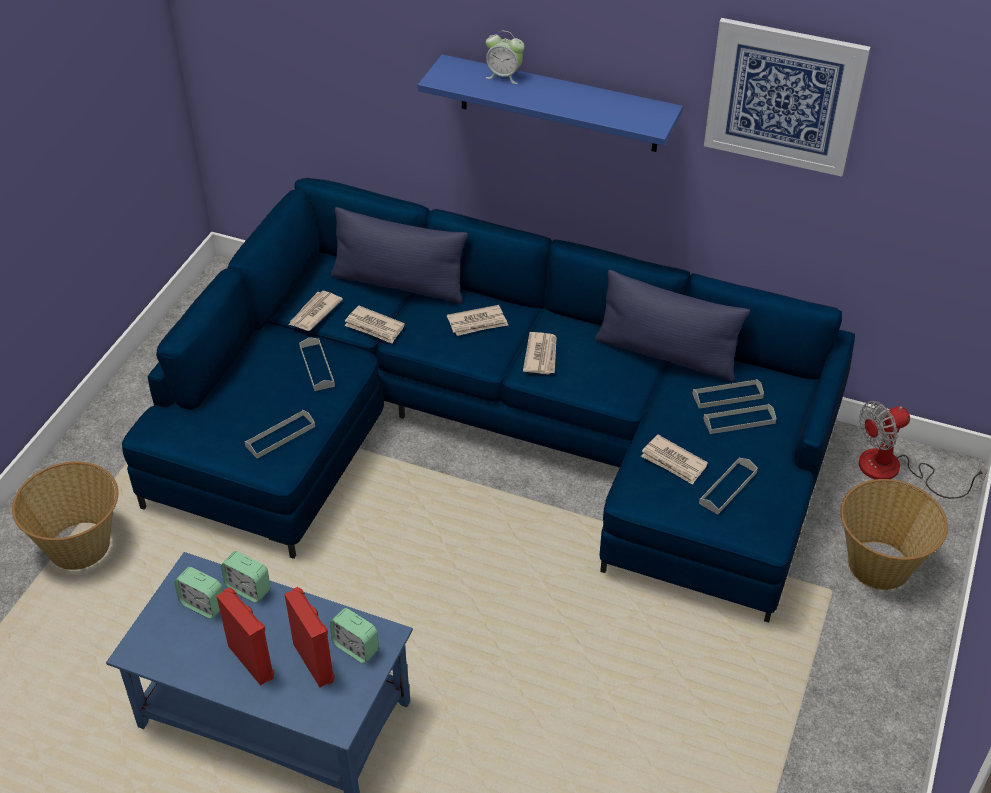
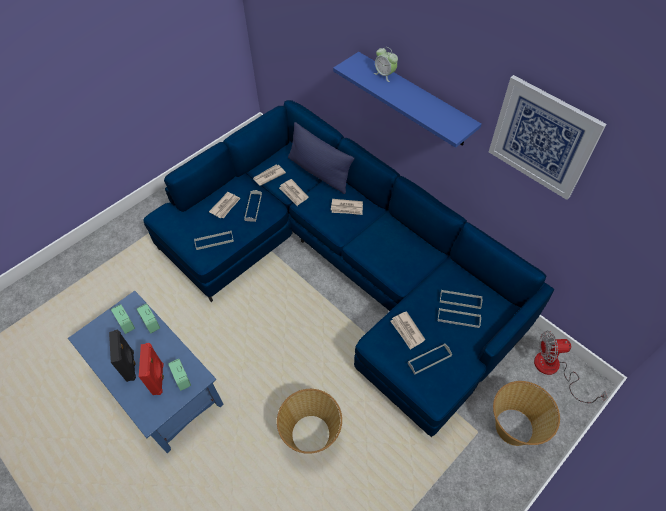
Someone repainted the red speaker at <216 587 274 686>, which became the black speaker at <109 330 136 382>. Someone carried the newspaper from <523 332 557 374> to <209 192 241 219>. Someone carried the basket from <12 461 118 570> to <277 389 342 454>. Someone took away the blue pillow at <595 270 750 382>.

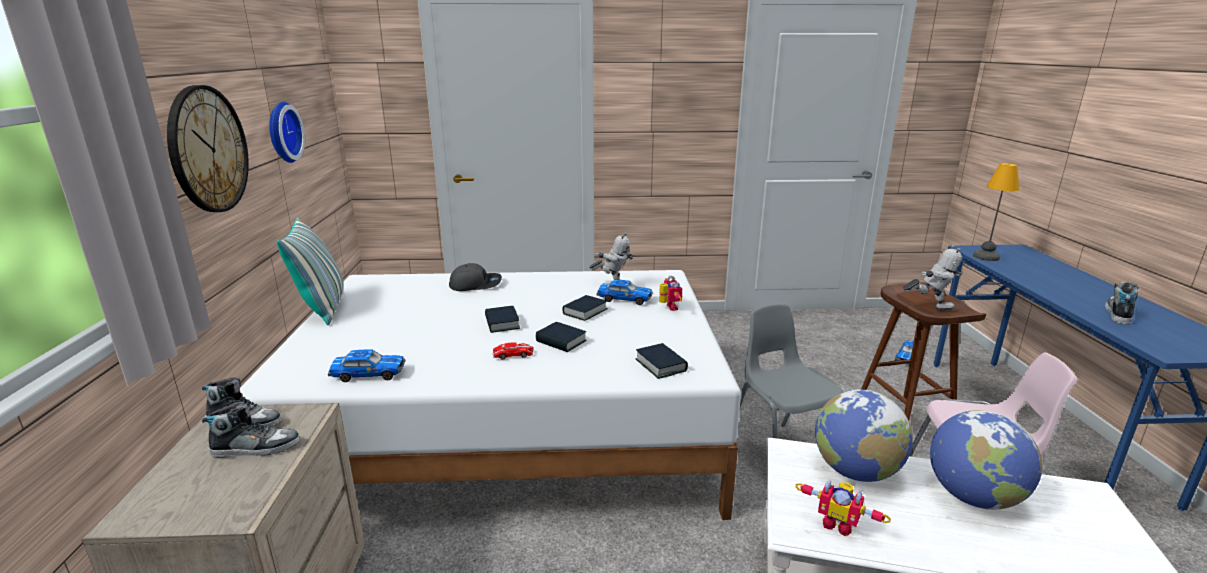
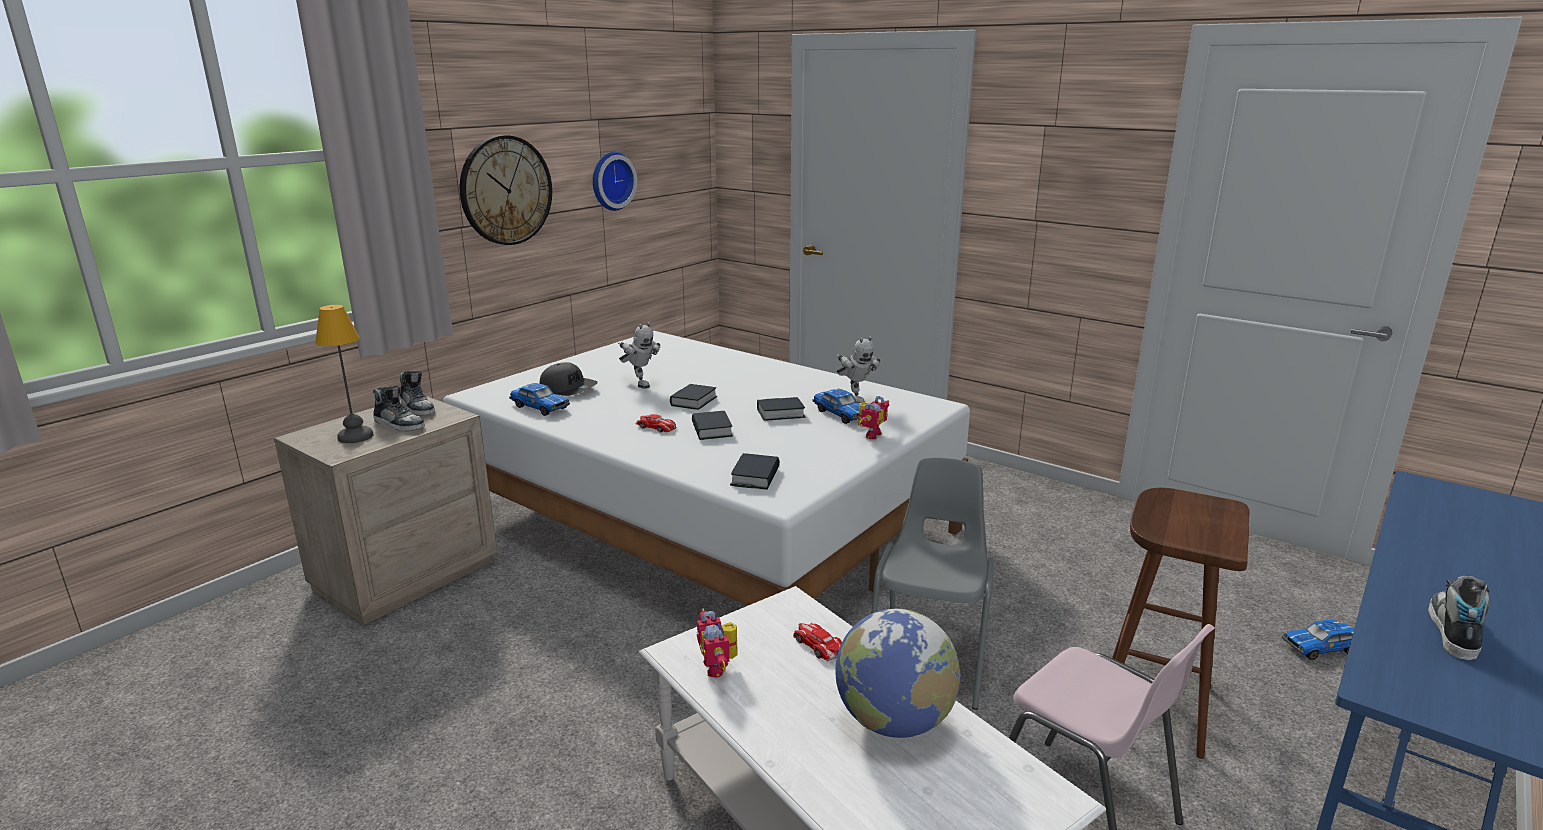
Someone carried the table lamp from <973 163 1019 261> to <315 305 374 443>. Someone carried the grey cap from <449 263 502 291> to <539 362 598 396>. Someone carried the toy robot from <903 245 962 311> to <618 322 660 389>. Someone swapped the globe at <815 389 913 482> for the toy car at <793 623 842 661>. Someone rotated the shoe at <1105 282 1138 324> by 45 degrees counterclockwise. Someone took away the pillow at <277 217 343 325>.

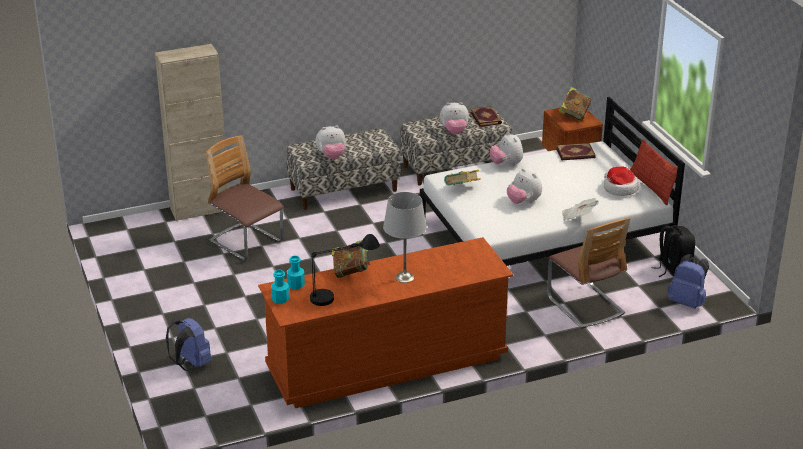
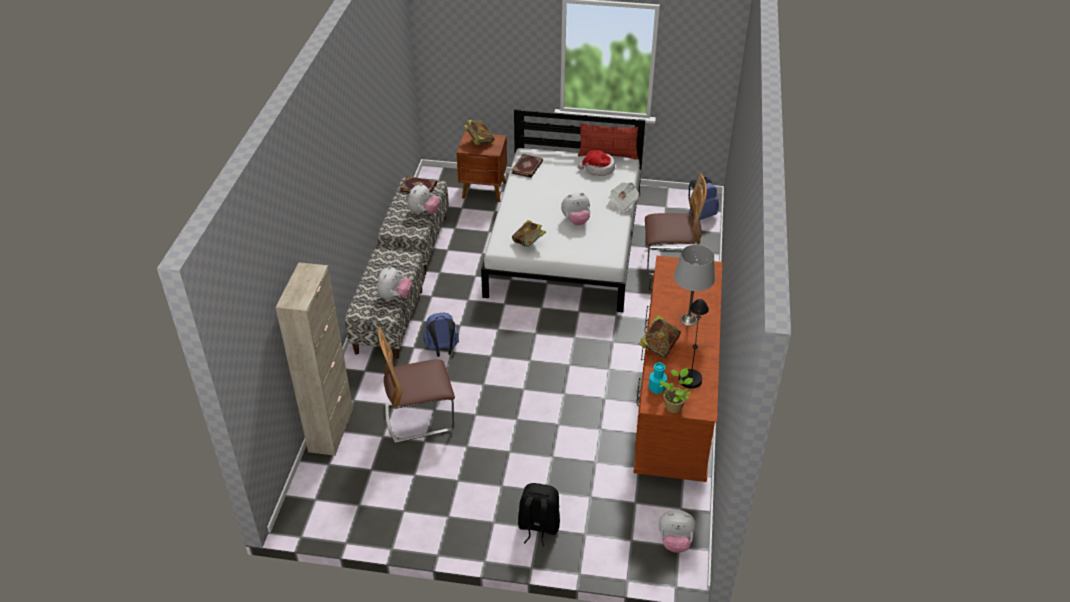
Someone carried the blue backpack from <166 318 212 371> to <423 312 459 357>. Someone carried the black backpack from <651 225 695 277> to <518 483 560 547>. Someone swapped the turquoise bottle at <271 270 289 304> for the potted plant at <659 368 693 413>. Someone carried the plush toy from <490 132 523 166> to <659 510 696 553>.

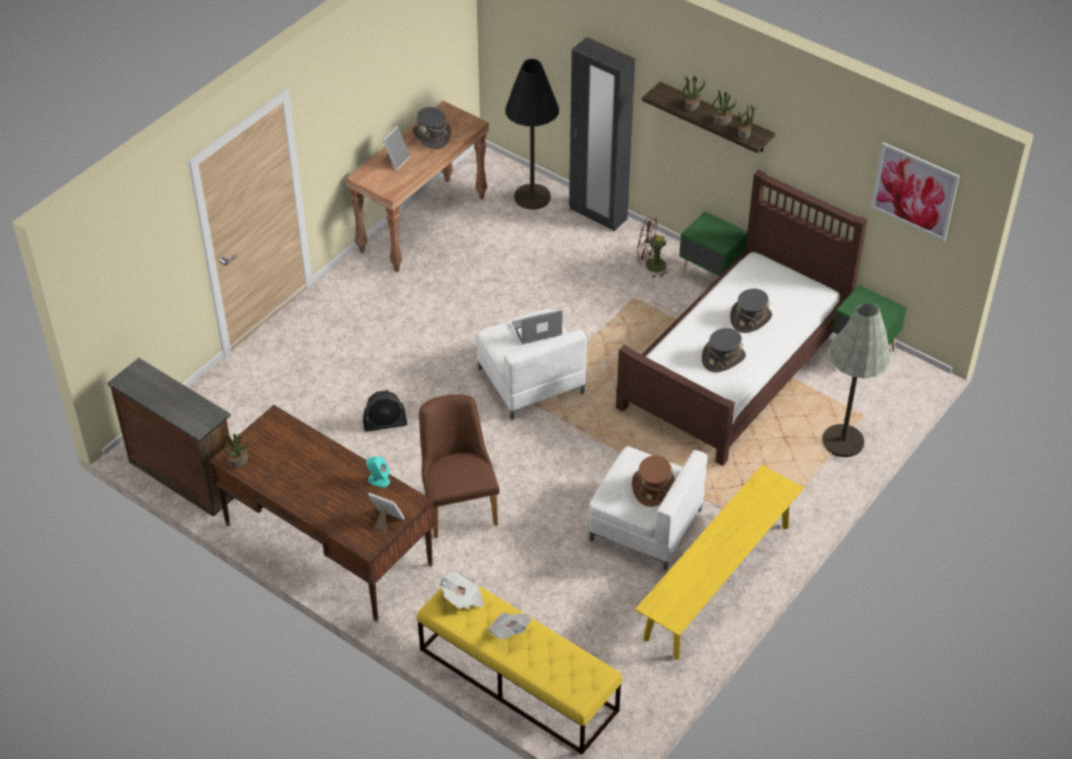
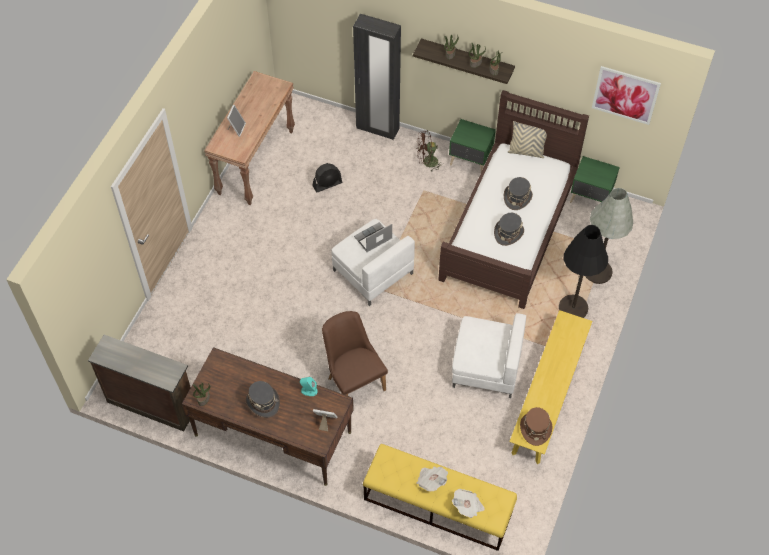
Someone carried the grey hat from <412 107 451 149> to <246 381 280 418>. Someone carried the black fan from <363 390 407 431> to <313 163 342 192>. Someone carried the newspaper from <439 571 484 609> to <452 489 485 518>. Someone put down the beige pillow at <507 121 547 158>. Someone carried the brown hat from <632 456 675 507> to <520 407 553 446>. Someone carried the black floor lamp from <505 59 559 210> to <559 225 608 318>.

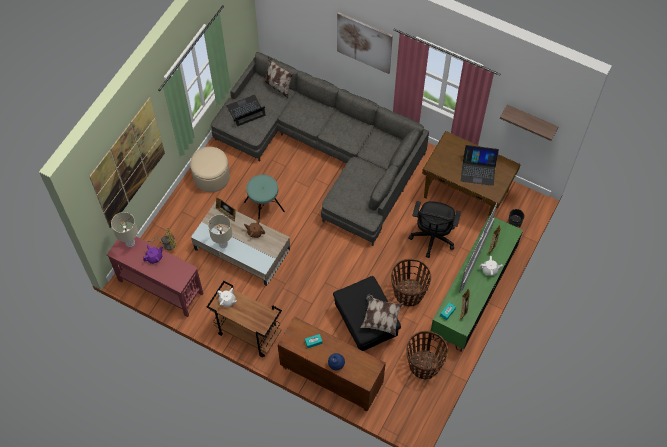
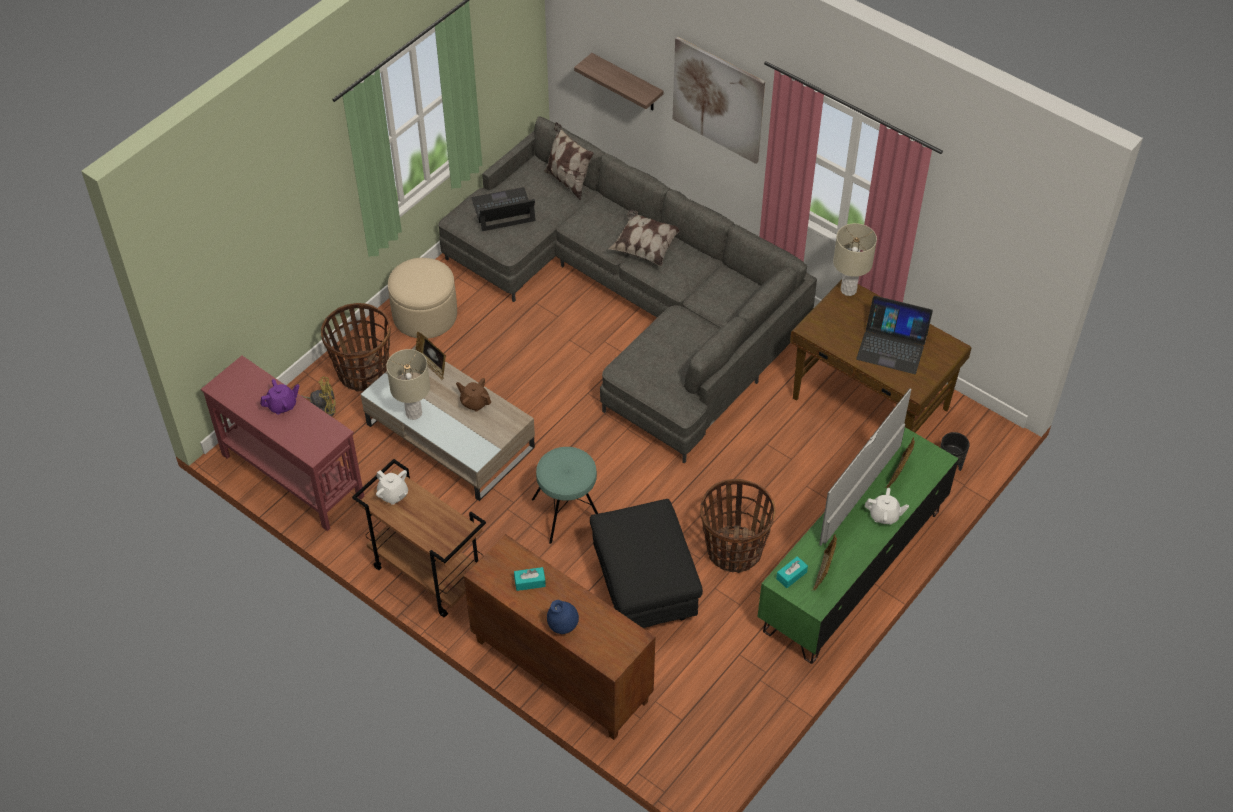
Someone carried the basket from <406 331 448 380> to <321 303 391 391>. Someone carried the turquoise stool from <244 174 285 220> to <532 447 598 544>. Someone carried the shelf from <500 105 558 141> to <574 53 663 110>. Someone carried the pillow from <360 295 403 336> to <608 210 679 266>. Someone carried the beige table lamp from <111 212 138 247> to <833 223 877 296>. Someone took away the picture at <89 97 165 228>. Someone took away the black office chair at <408 201 461 258>.

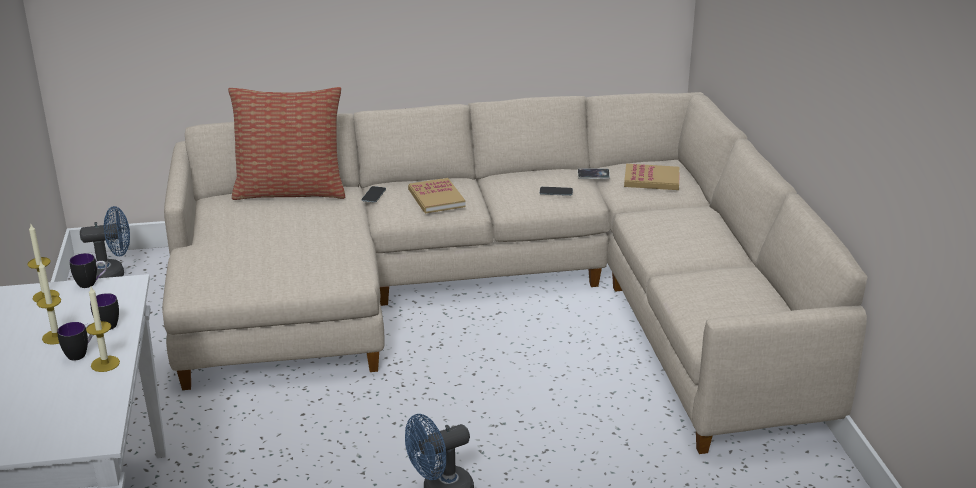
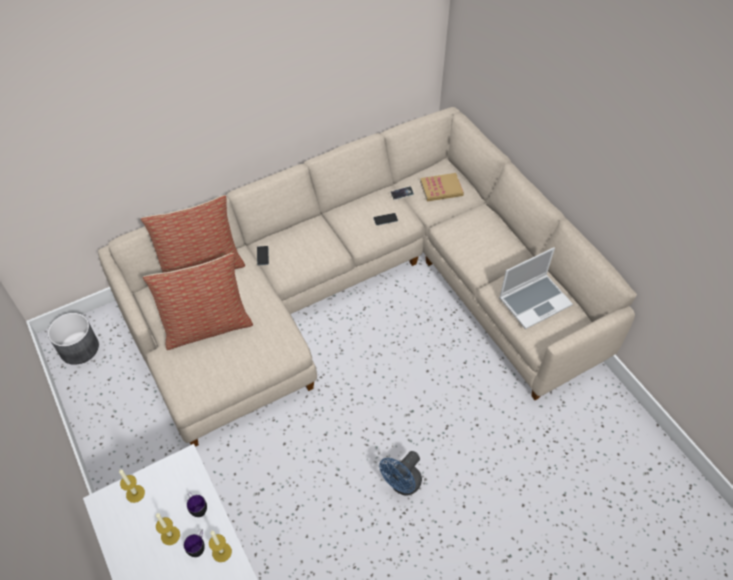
Someone swapped the blue fan at <80 206 130 278> for the grey planter at <48 313 99 365>. Someone put down the pillow at <143 253 253 350>. Someone put down the laptop at <499 247 573 329>. Someone took away the mug at <69 253 107 288>. Someone took away the book at <408 178 466 214>.

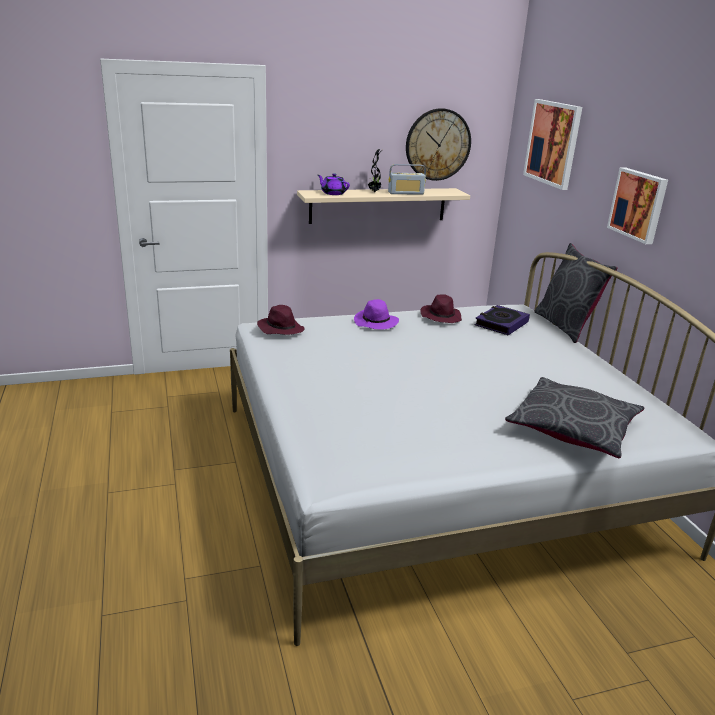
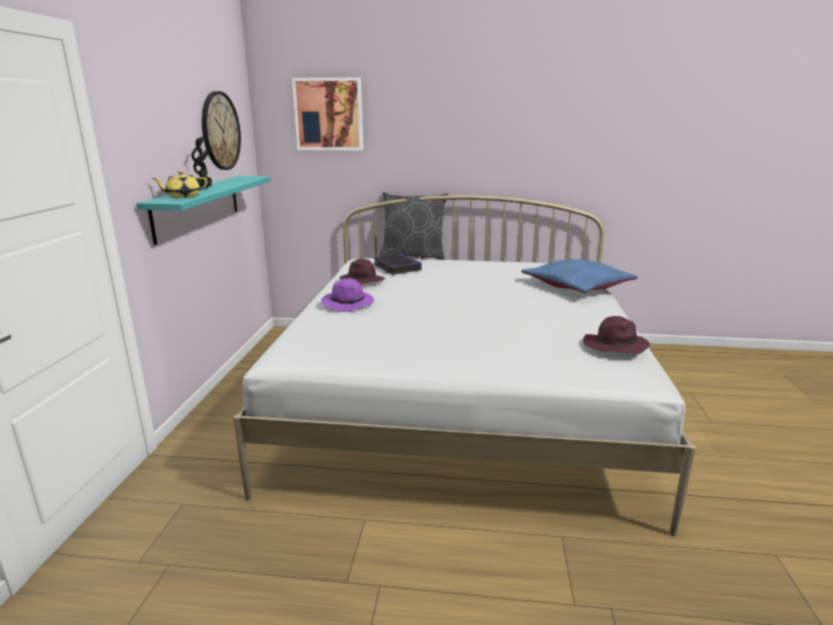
Someone repainted the beige shelf at <297 188 470 224>, which became the turquoise shelf at <136 176 271 245>. Someone repainted the purple teapot at <318 173 350 195>, which became the yellow teapot at <152 171 207 198>. Someone repainted the grey pillow at <505 377 644 458>, which became the blue pillow at <521 259 638 293>. Someone carried the purple hat from <257 305 305 335> to <583 316 650 355>. Someone took away the radio at <388 164 426 195>. Someone took away the picture at <607 168 668 244>.

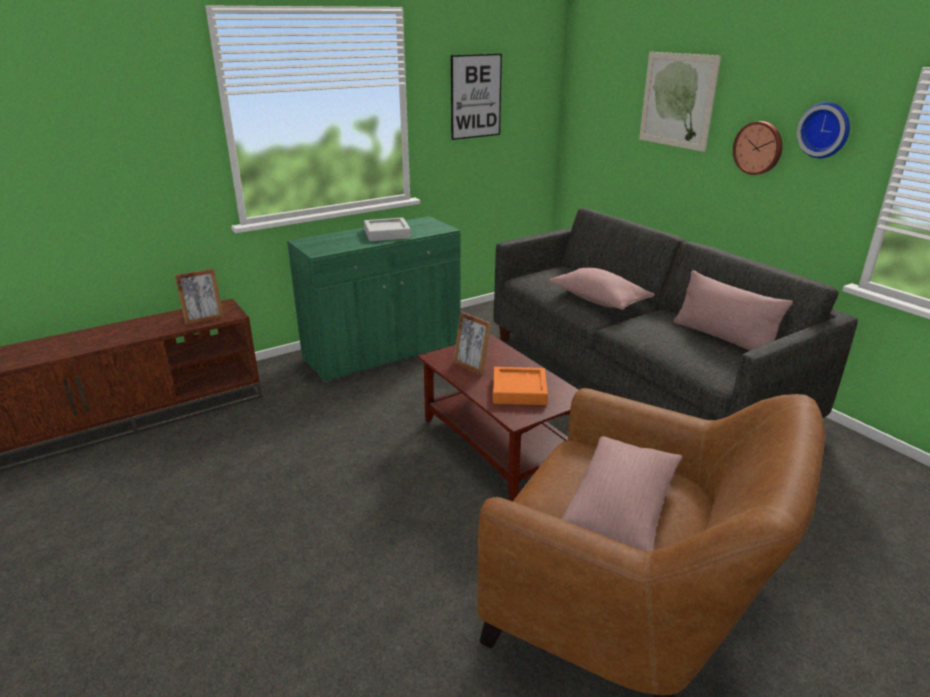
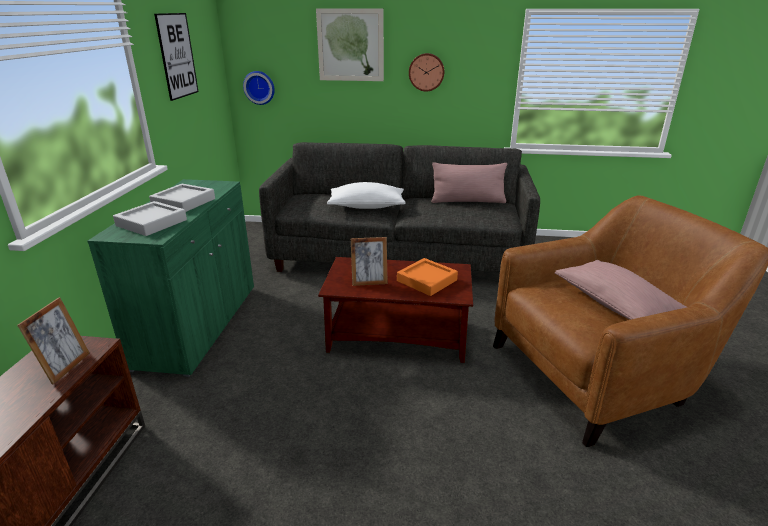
Someone put down the grey tray at <113 201 187 236>. Someone carried the wall clock from <797 102 850 158> to <243 71 275 105>. Someone repainted the pink pillow at <549 268 655 310>, which became the white pillow at <327 182 405 209>.

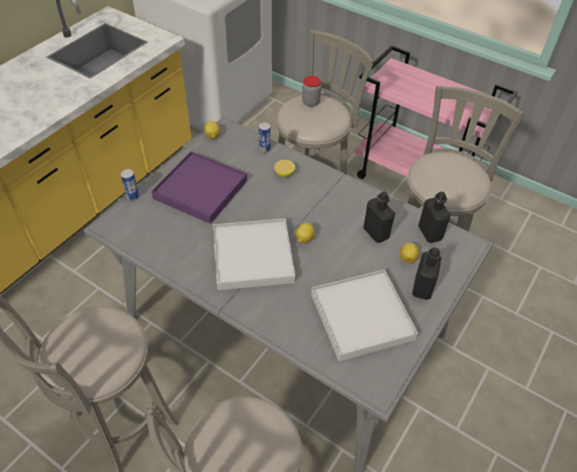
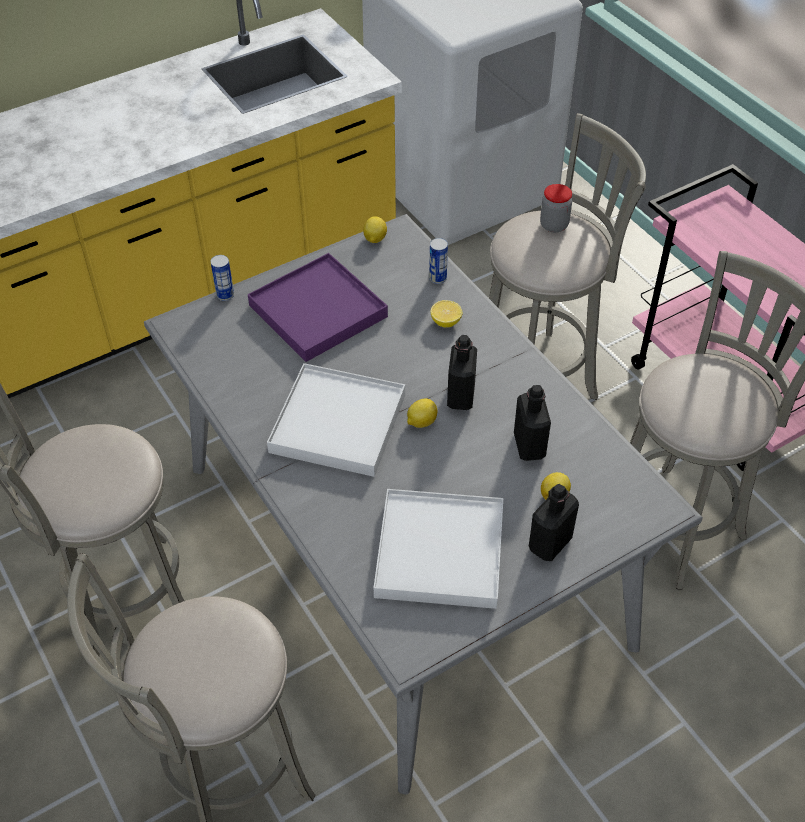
Someone carried the black bottle from <418 192 451 243> to <447 335 477 410>.

